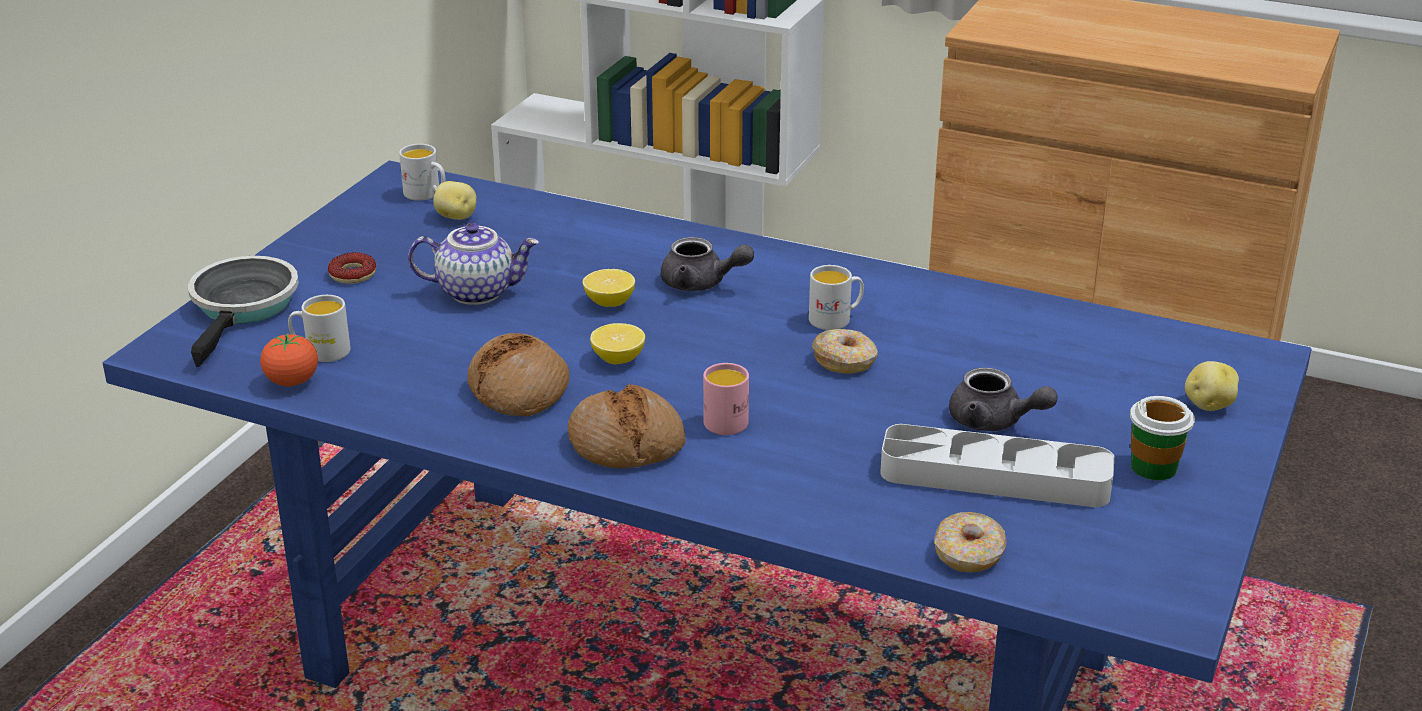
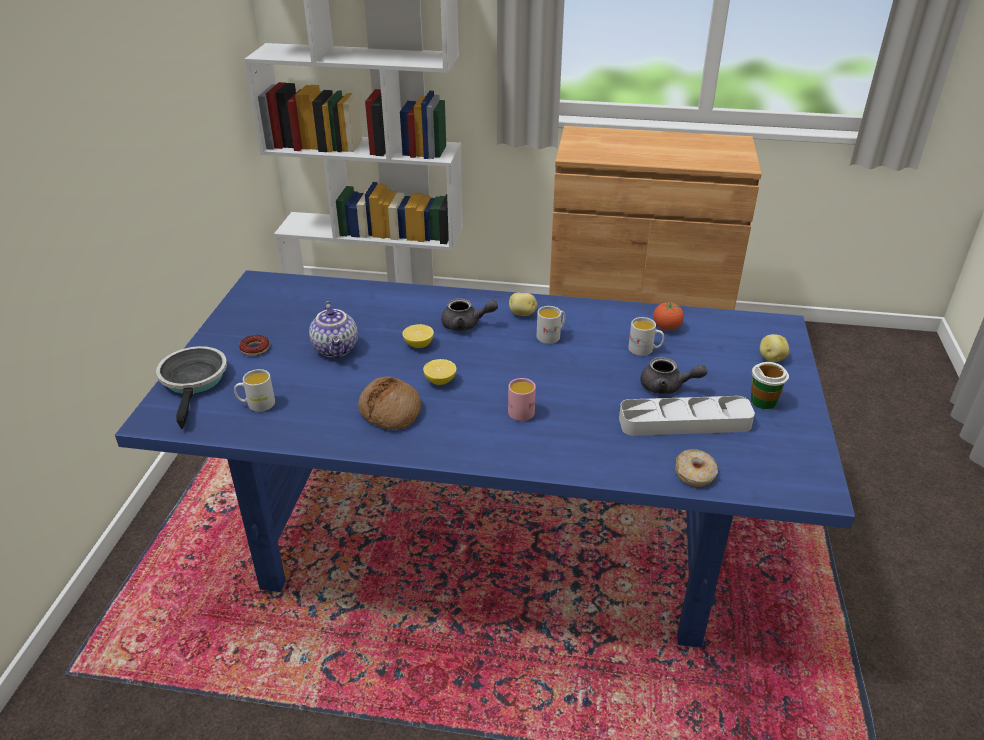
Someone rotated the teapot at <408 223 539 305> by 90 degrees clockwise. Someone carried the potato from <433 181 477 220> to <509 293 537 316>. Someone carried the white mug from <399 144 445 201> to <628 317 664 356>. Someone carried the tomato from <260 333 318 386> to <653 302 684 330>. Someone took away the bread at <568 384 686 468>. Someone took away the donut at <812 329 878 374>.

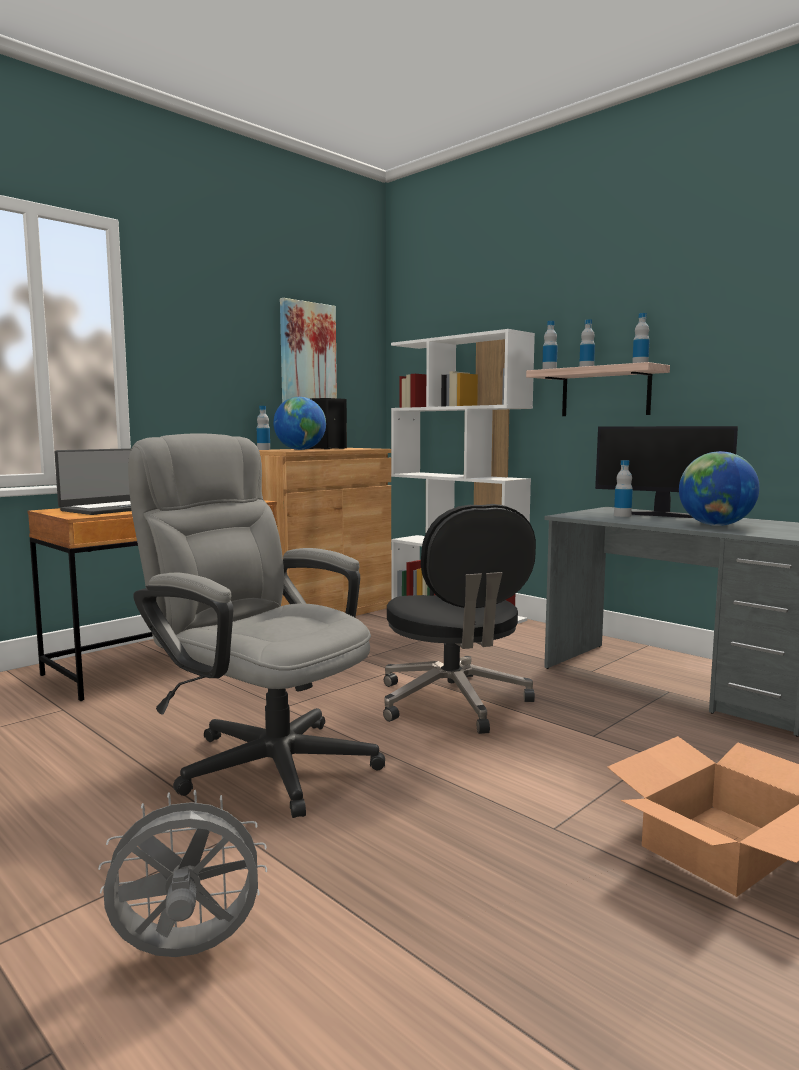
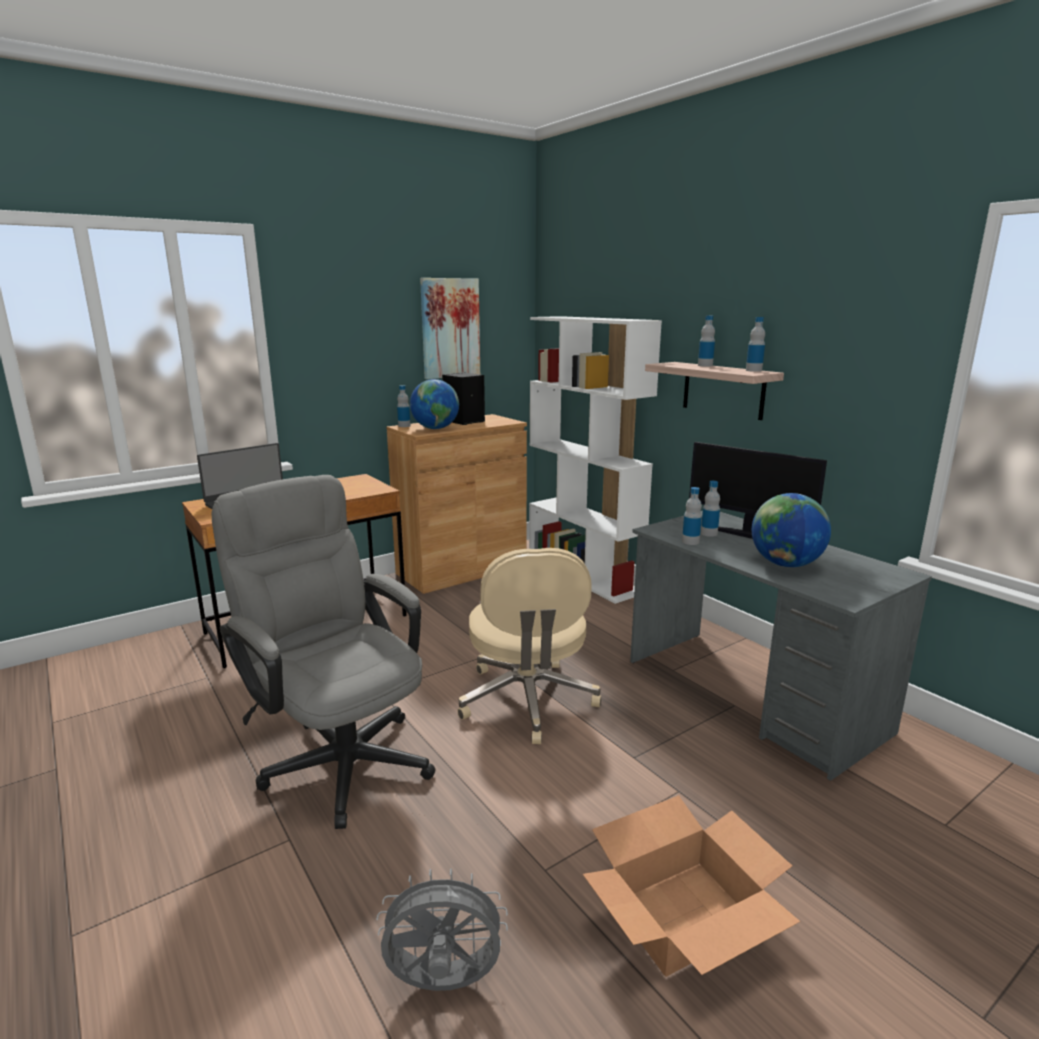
Someone carried the grey fan from <98 790 267 957> to <376 868 508 991>. Someone repainted the black office chair at <383 504 536 734>, which became the beige office chair at <457 548 601 744>. Someone carried the bottle from <542 321 558 369> to <682 487 702 545>.

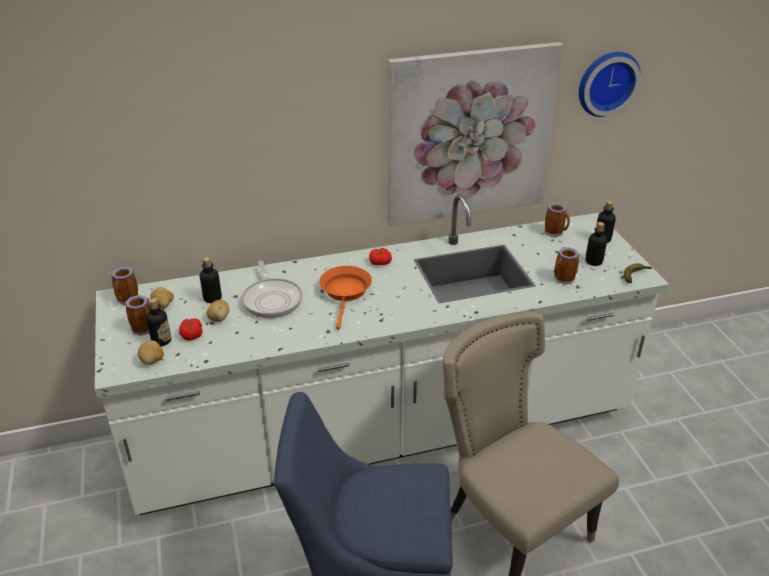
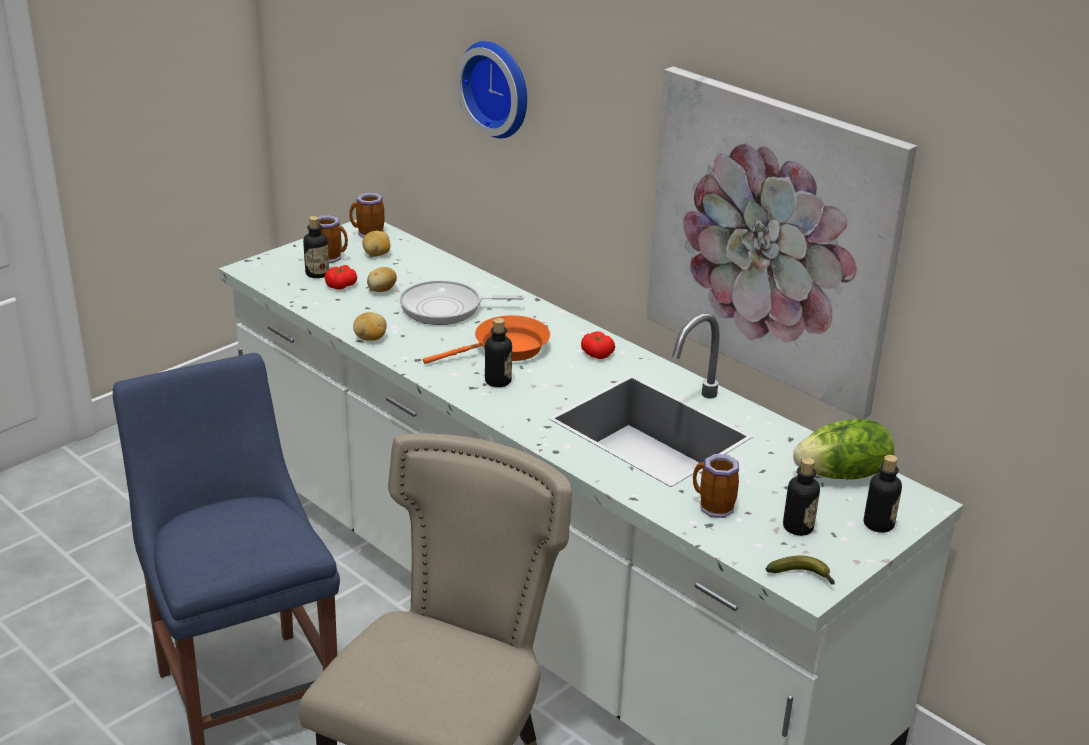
Someone carried the potato from <138 340 164 365> to <353 312 387 341>. Someone rotated the frying pan at <242 261 302 318> by 45 degrees clockwise. Someone carried the wall clock from <579 52 641 117> to <456 41 527 138>. Someone carried the bottle from <200 257 222 303> to <485 318 512 387>. Someone swapped the mug at <544 203 570 237> for the lettuce at <793 419 894 479>.

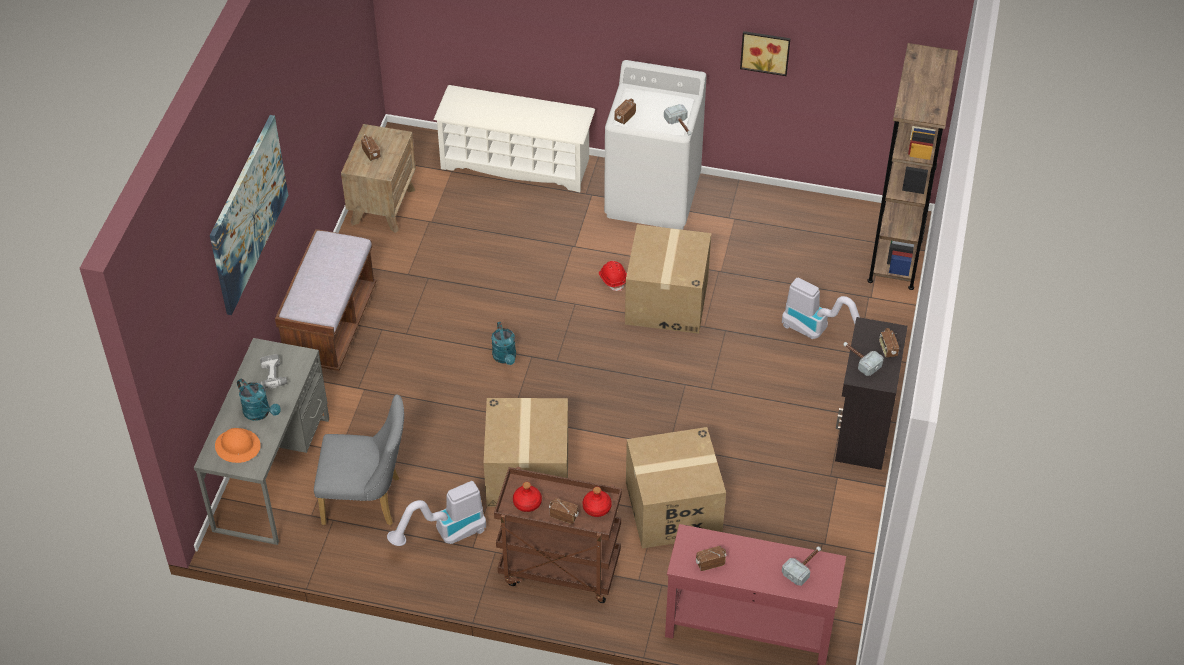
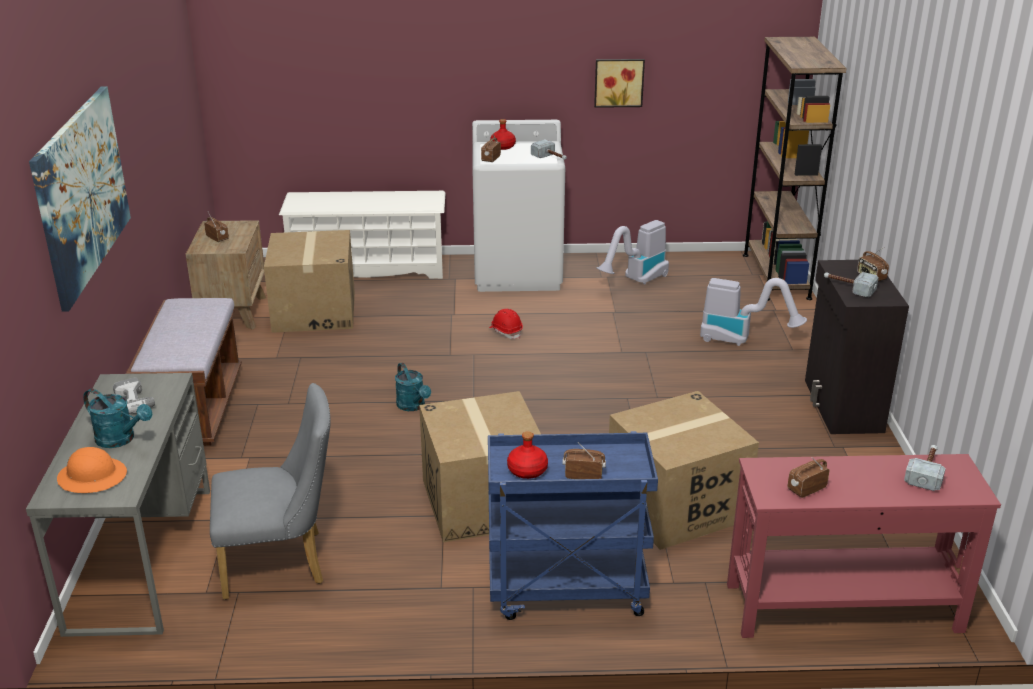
Someone carried the cardboard box from <625 225 711 334> to <264 230 355 333>. Someone repainted the brown cart at <494 467 622 603>, which became the blue cart at <488 431 658 620>. Someone carried the red bottle from <583 487 612 517> to <490 119 516 150>. Someone carried the vacuum cleaner from <387 481 486 546> to <597 220 669 285>.

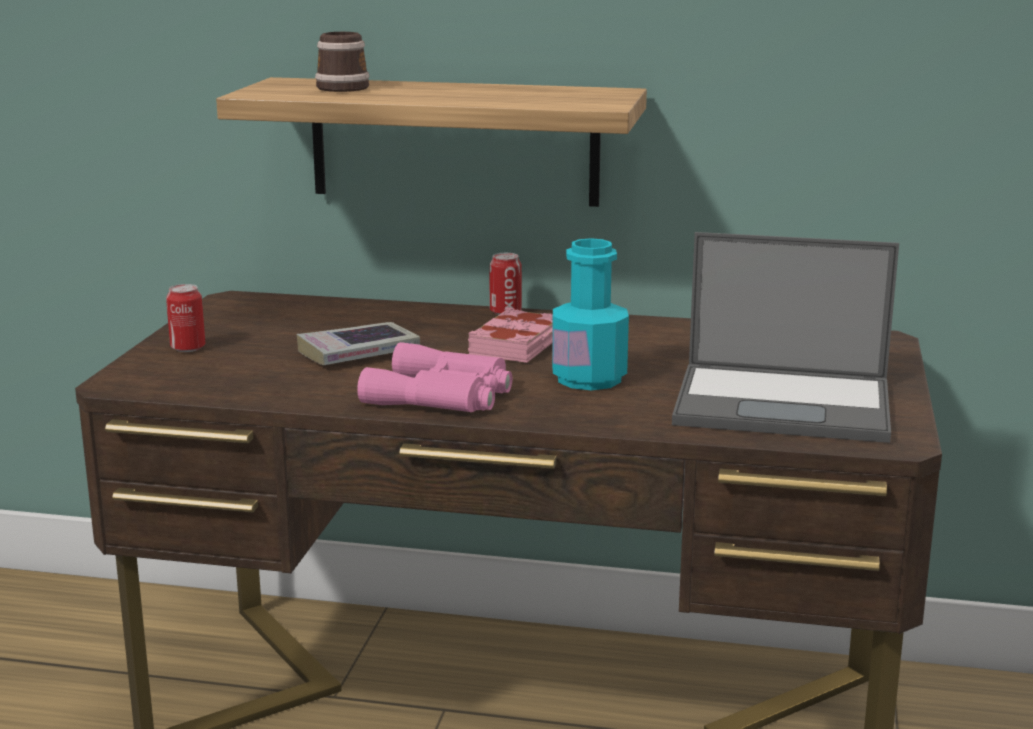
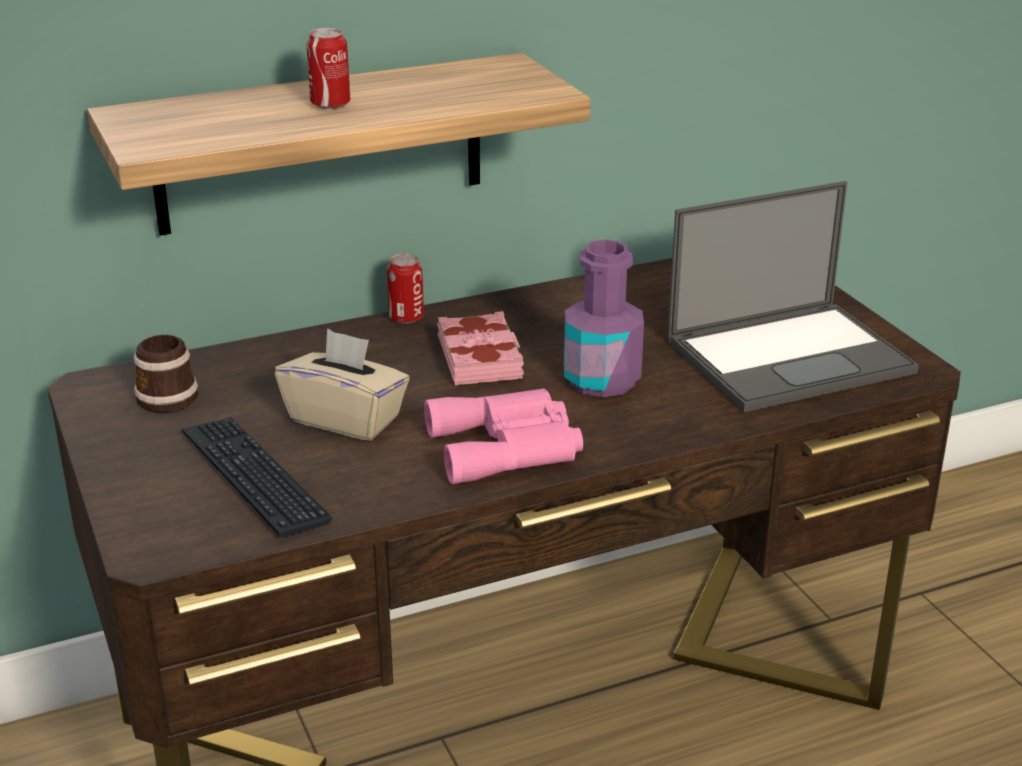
Someone carried the mug from <315 32 370 92> to <134 335 198 413>. Someone put down the keyboard at <182 417 333 538>. Someone swapped the book at <297 322 420 365> for the beige tissue box at <275 329 410 441>. Someone carried the can from <166 284 205 352> to <306 28 350 109>. Someone repainted the turquoise bottle at <552 238 629 390>, which became the purple bottle at <564 239 644 397>.

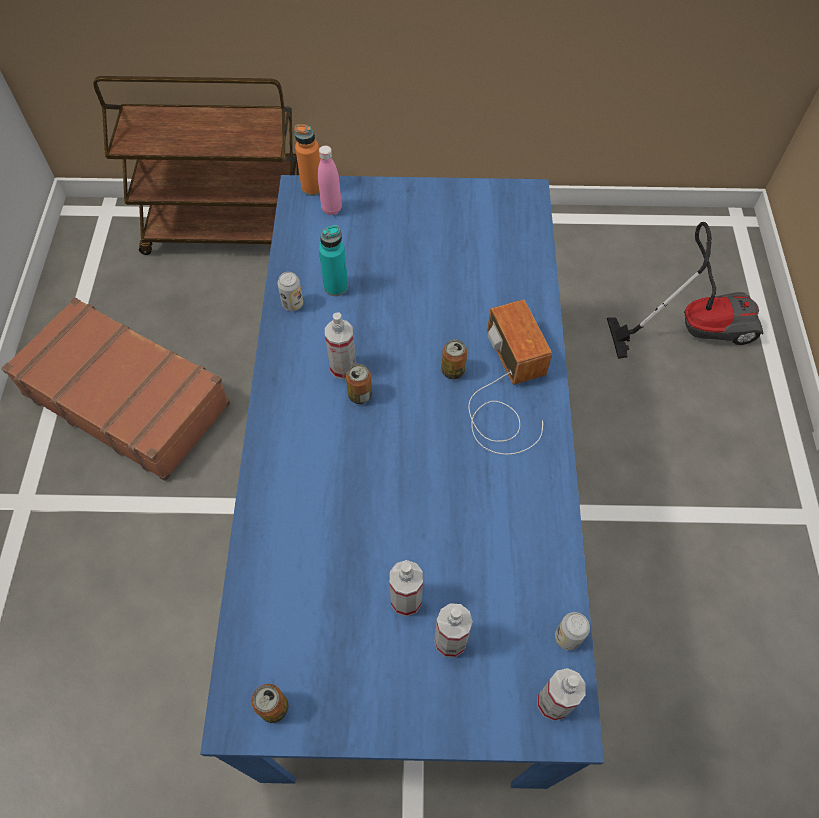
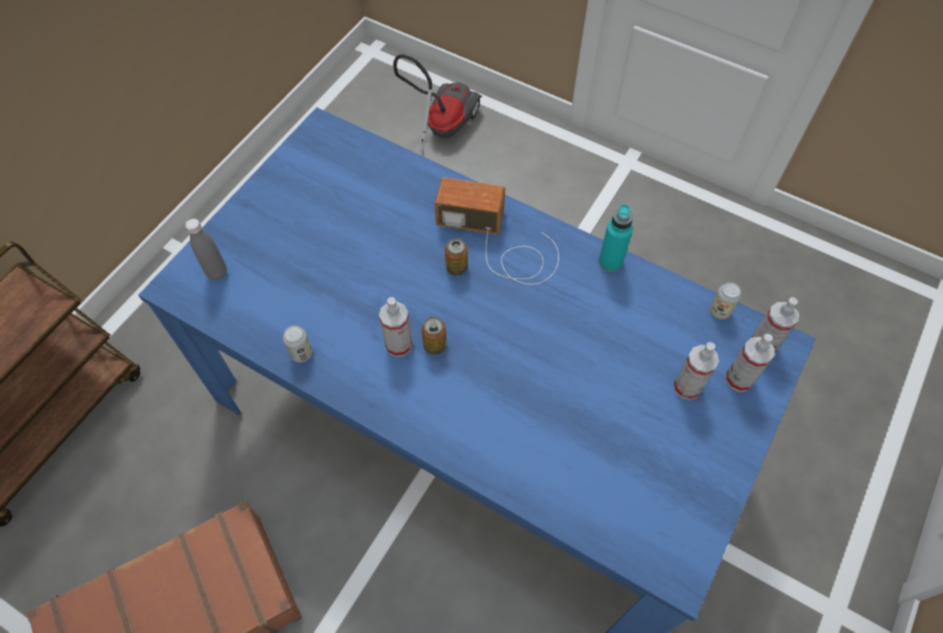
Someone repainted the pink bottle at <318 145 342 215>, which became the grey bottle at <185 219 227 280>. Someone carried the turquoise bottle from <319 225 348 296> to <599 204 633 272>. Someone carried the spray bottle from <390 560 423 616> to <726 334 774 392>. Someone took away the can at <252 684 288 723>. Someone took away the orange bottle at <294 124 320 196>.

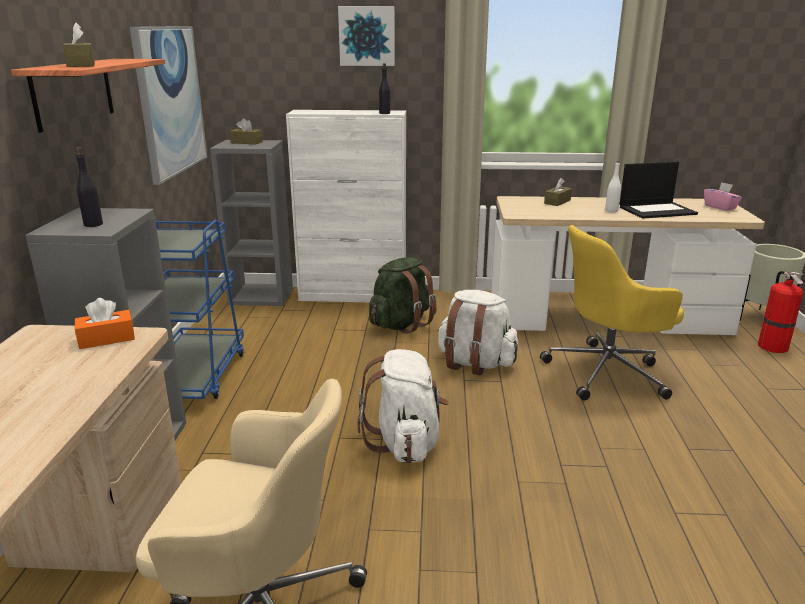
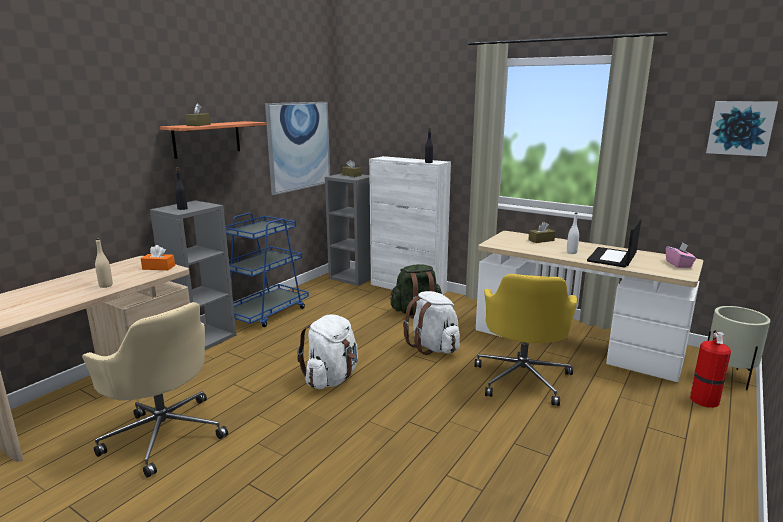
Someone put down the beige bottle at <95 238 113 288>. Someone rotated the yellow office chair at <540 225 684 401> by 90 degrees counterclockwise. Someone rotated the laptop at <619 161 698 219> by 105 degrees clockwise. Someone carried the picture from <338 6 395 66> to <706 101 778 157>.

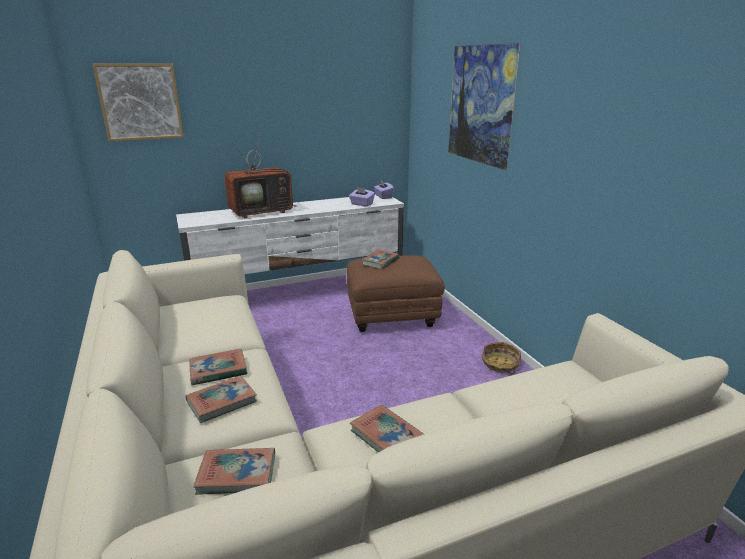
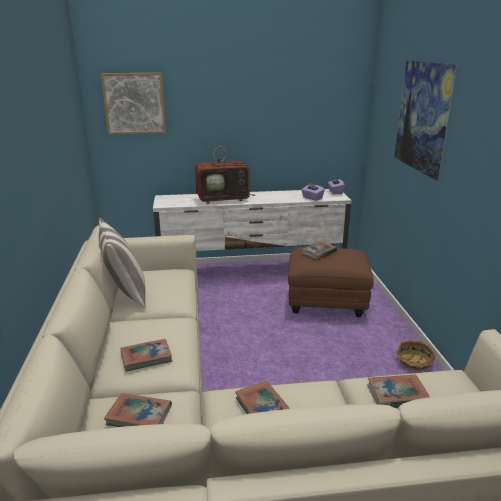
Someone put down the pillow at <99 218 146 309>. Someone carried the book from <189 348 247 385> to <367 374 430 408>.

